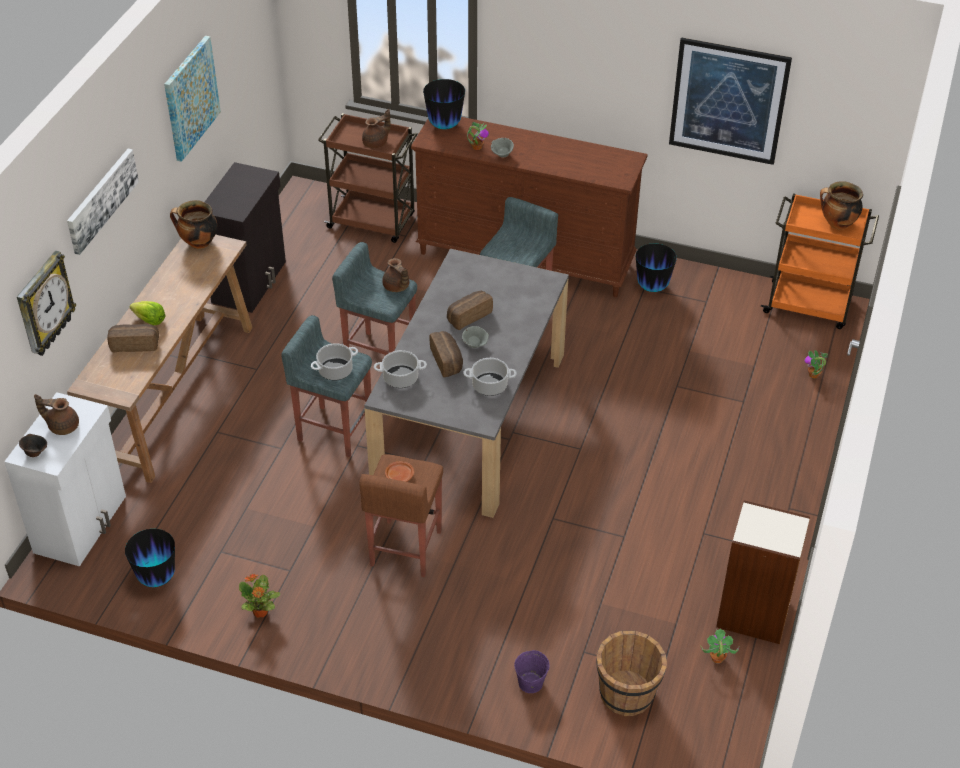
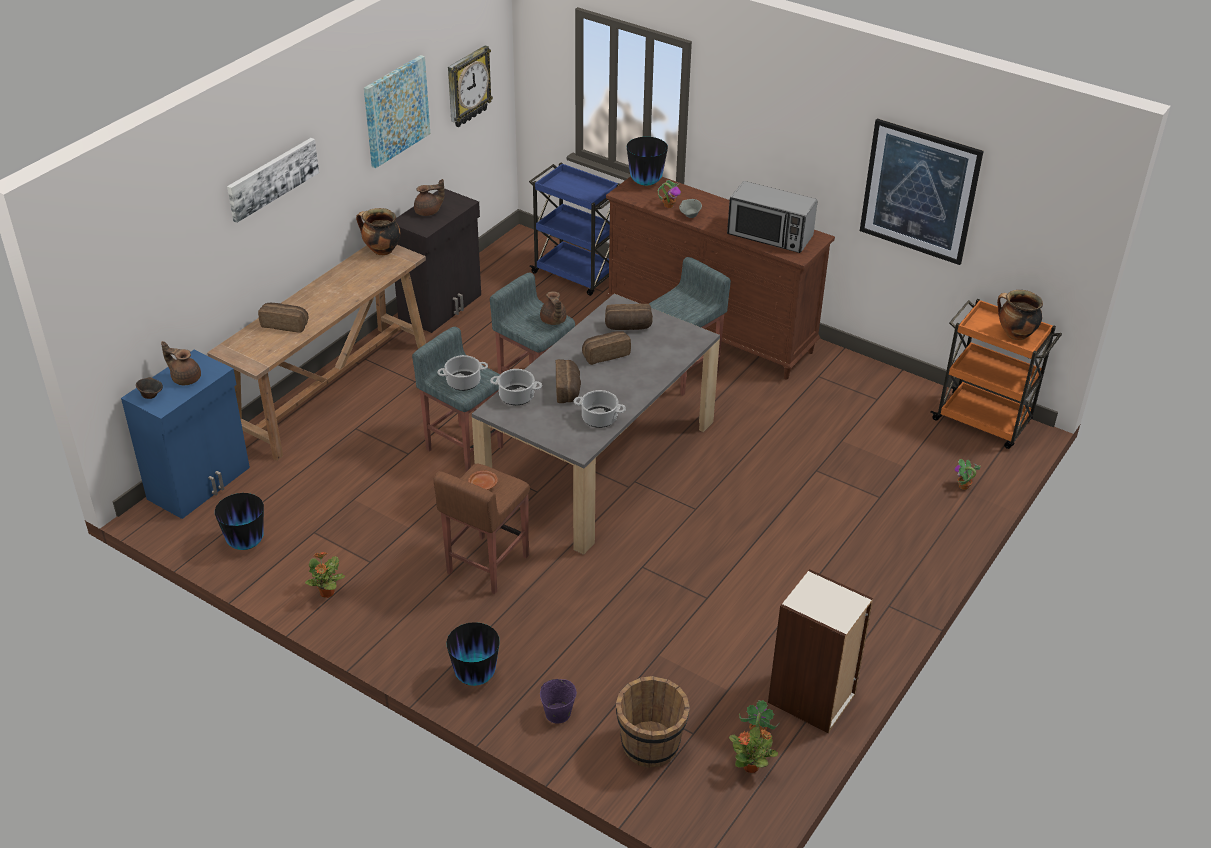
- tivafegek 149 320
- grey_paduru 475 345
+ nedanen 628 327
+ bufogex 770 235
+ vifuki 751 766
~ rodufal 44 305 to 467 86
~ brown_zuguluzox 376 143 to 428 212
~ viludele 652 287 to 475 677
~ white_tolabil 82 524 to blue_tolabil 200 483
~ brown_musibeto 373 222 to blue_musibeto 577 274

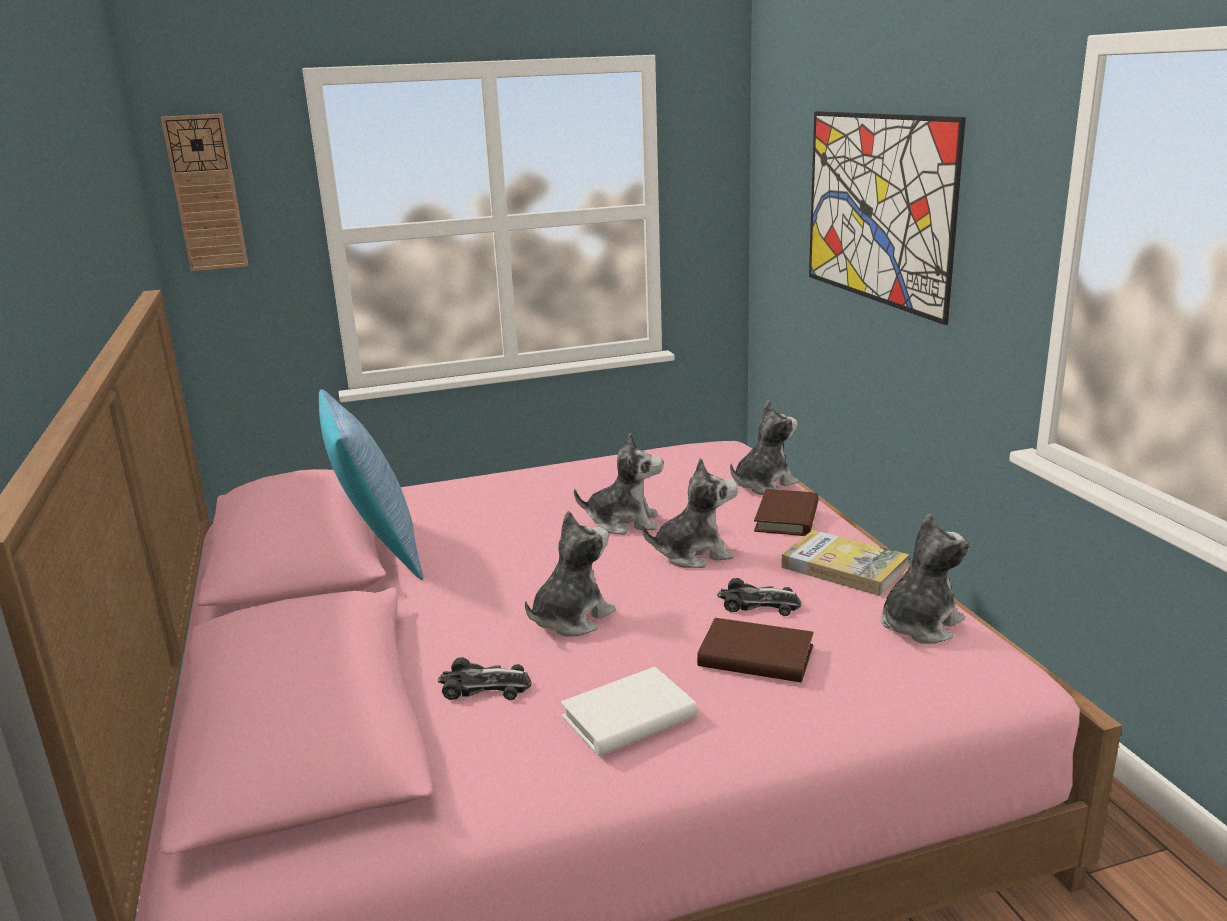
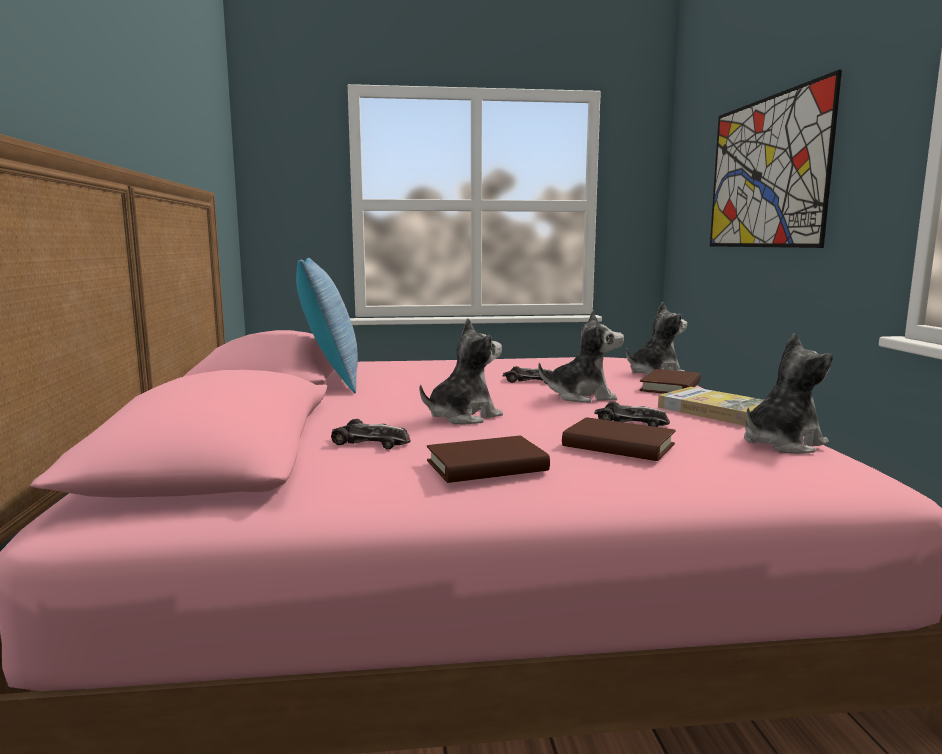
- rodufal 206 193
~ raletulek 623 522 to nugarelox 530 380
~ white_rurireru 629 717 to brown_rurireru 486 466

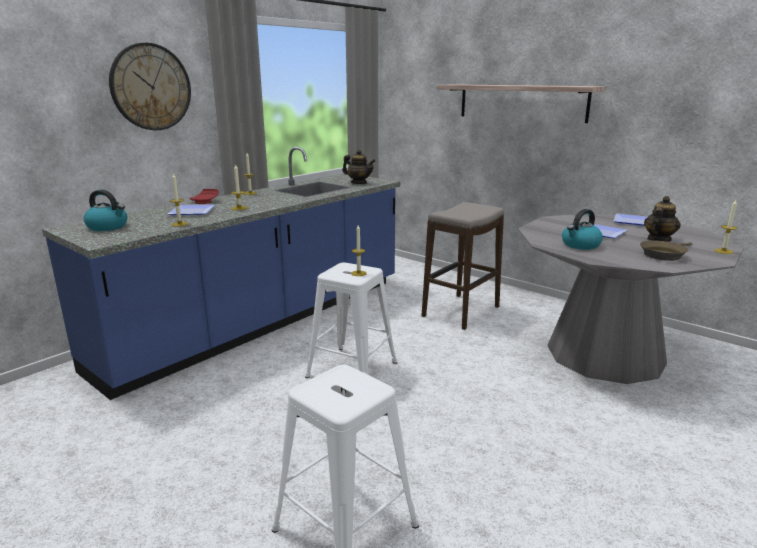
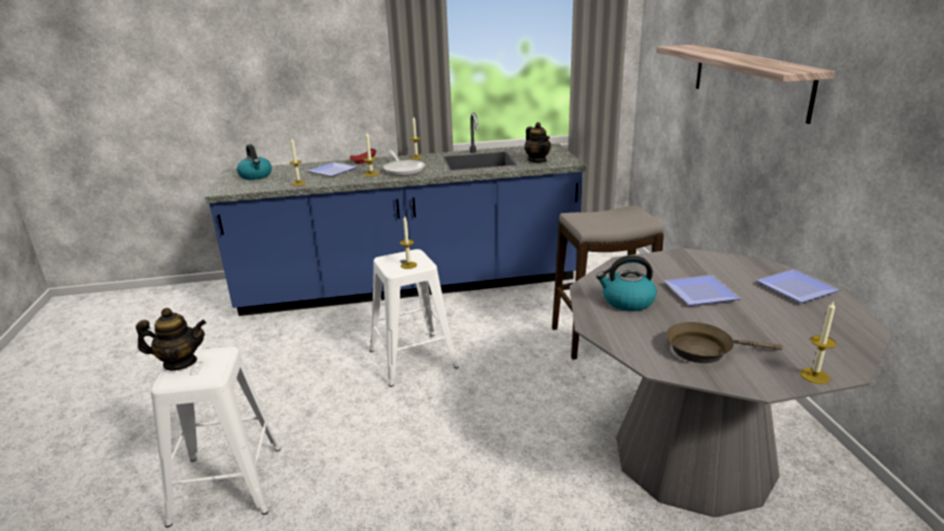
- rodufal 151 87
+ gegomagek 403 169
~ zuguluzox 658 239 to 180 363

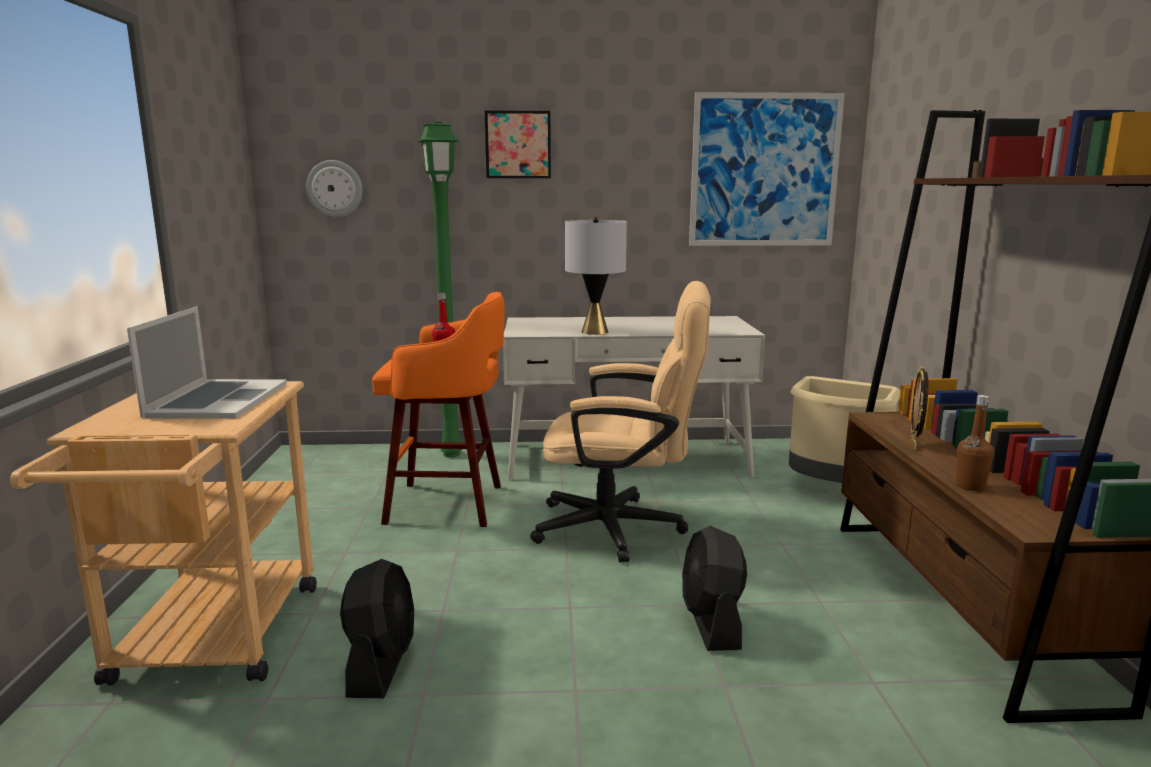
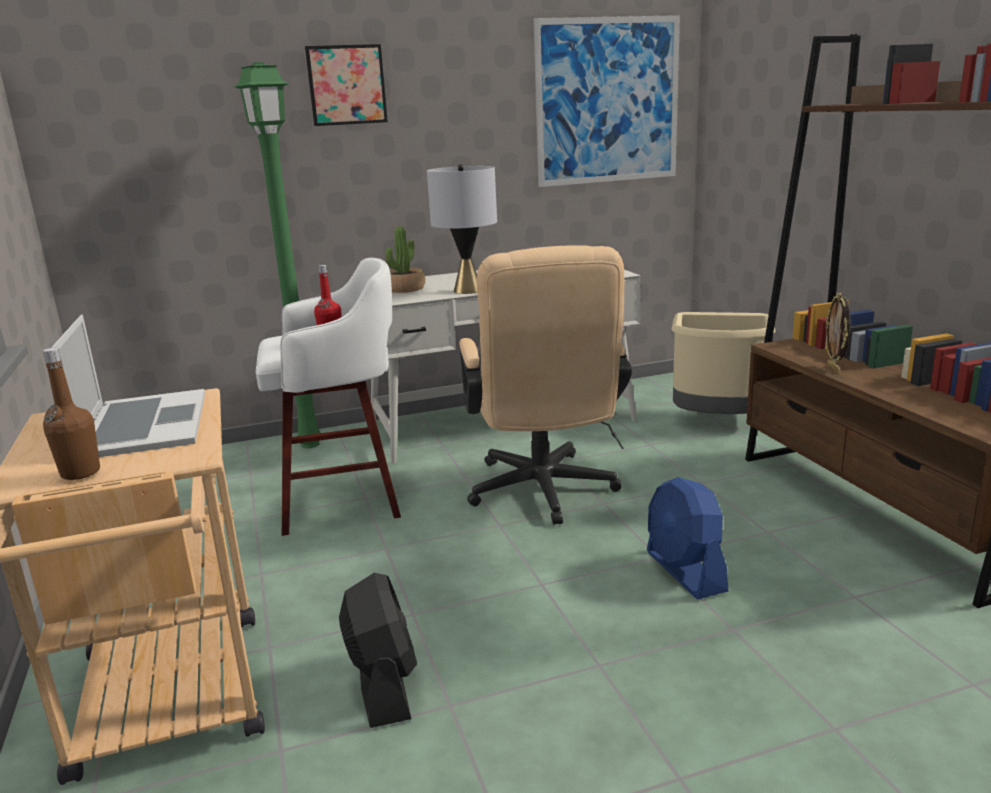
- rodufal 335 188
+ vifuki 405 289
~ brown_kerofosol 970 486 to 80 473
~ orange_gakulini 449 504 to white_gakulini 344 500
~ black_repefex 712 623 to blue_repefex 685 571
~ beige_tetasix 623 529 = 543 494 90 degrees clockwise

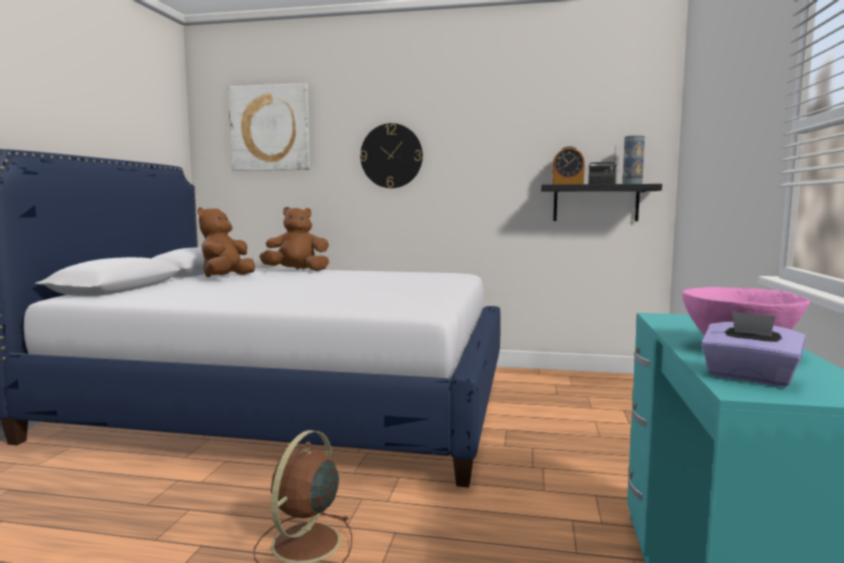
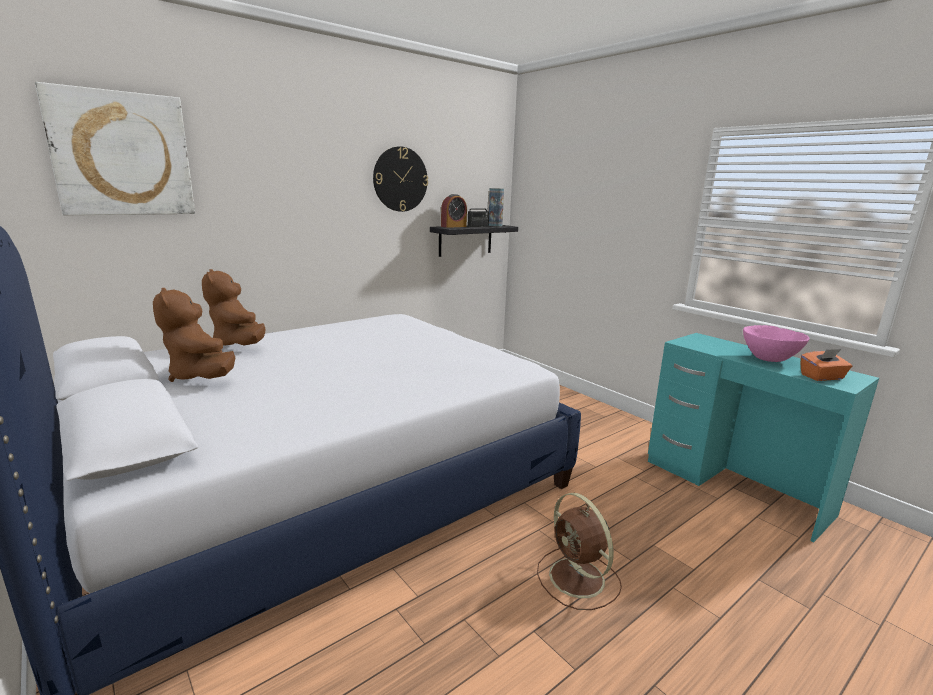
~ rodufal 391 156 to 400 179
~ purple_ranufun 749 377 to orange_ranufun 822 377
~ brown_raletulek 297 271 = 239 344 60 degrees counterclockwise

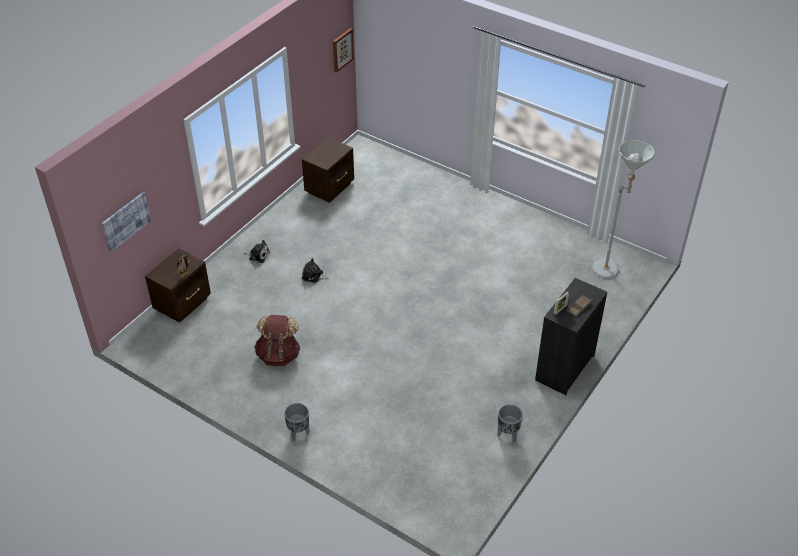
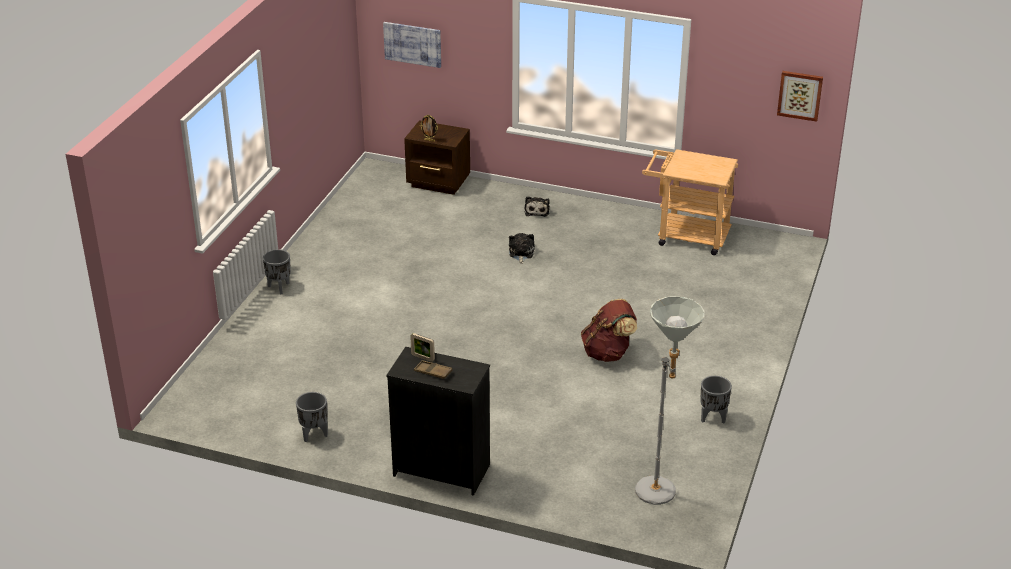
+ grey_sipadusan 713 418
~ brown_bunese 278 355 to 608 353
~ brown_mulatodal 330 188 to beige_musibeto 686 236

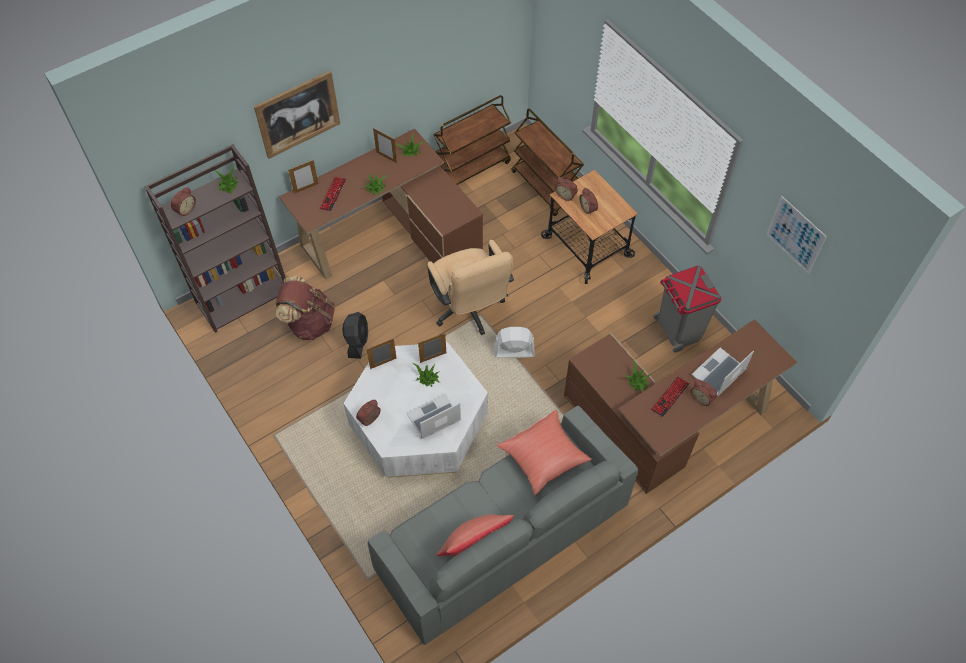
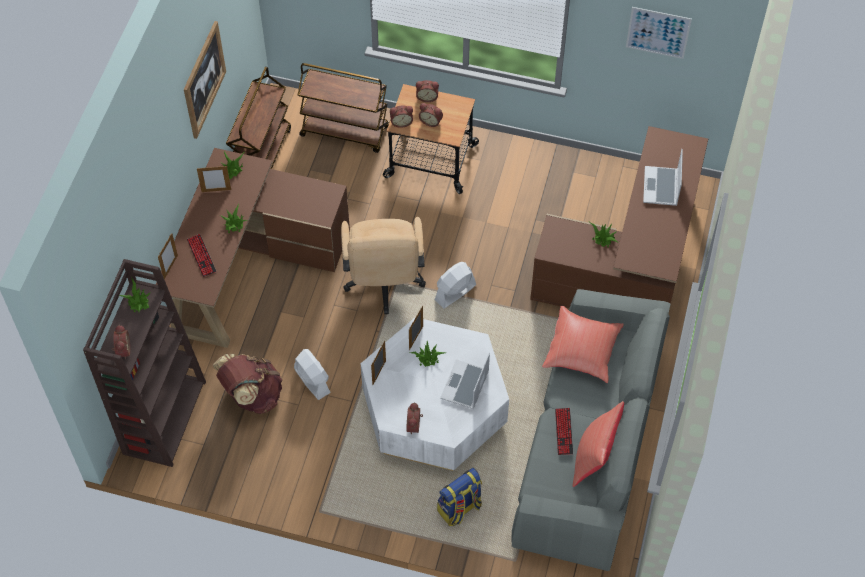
- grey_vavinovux 678 331
+ bunese 459 508
~ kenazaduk 298 114 to 204 79
~ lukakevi 670 397 to 563 431
~ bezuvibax 702 398 to 427 97
~ black_repefex 357 341 to white_repefex 312 380
~ beige_tetasix 469 310 = 384 284 60 degrees clockwise

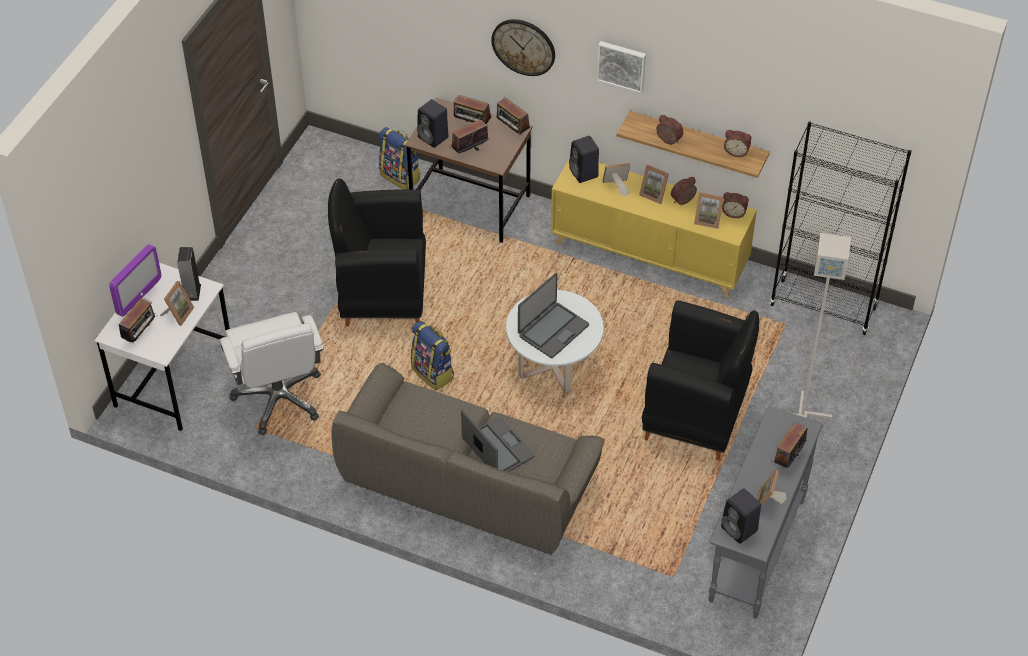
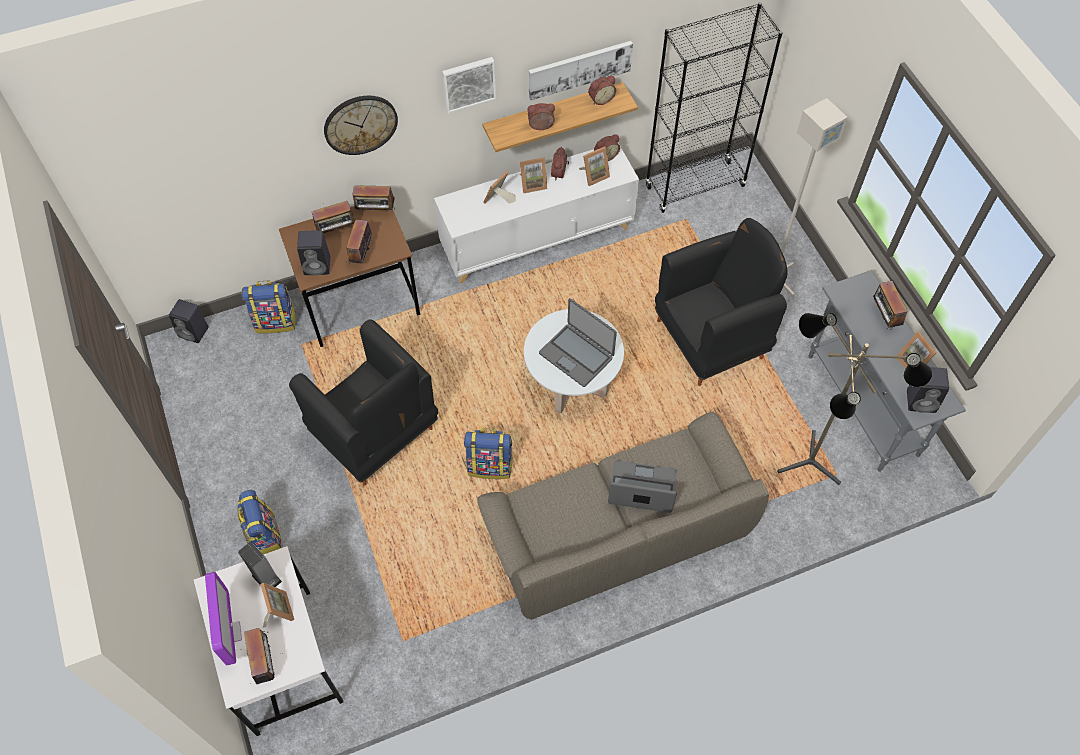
- white_tetasix 279 398
+ bunese 264 537
+ kenazaduk 579 69
+ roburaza 806 468
~ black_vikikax 584 173 to 194 332
~ yellow_tolabil 649 255 to white_tolabil 537 239
~ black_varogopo 382 295 = 375 434 90 degrees counterclockwise
~ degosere 552 330 = 576 355 135 degrees clockwise

